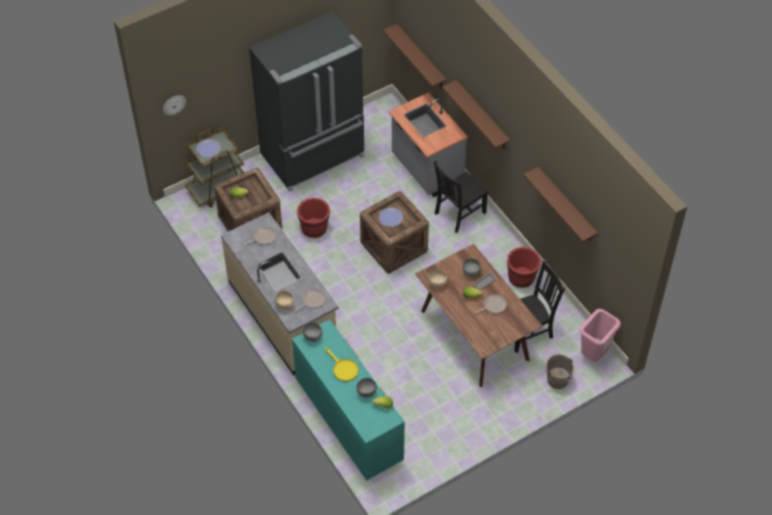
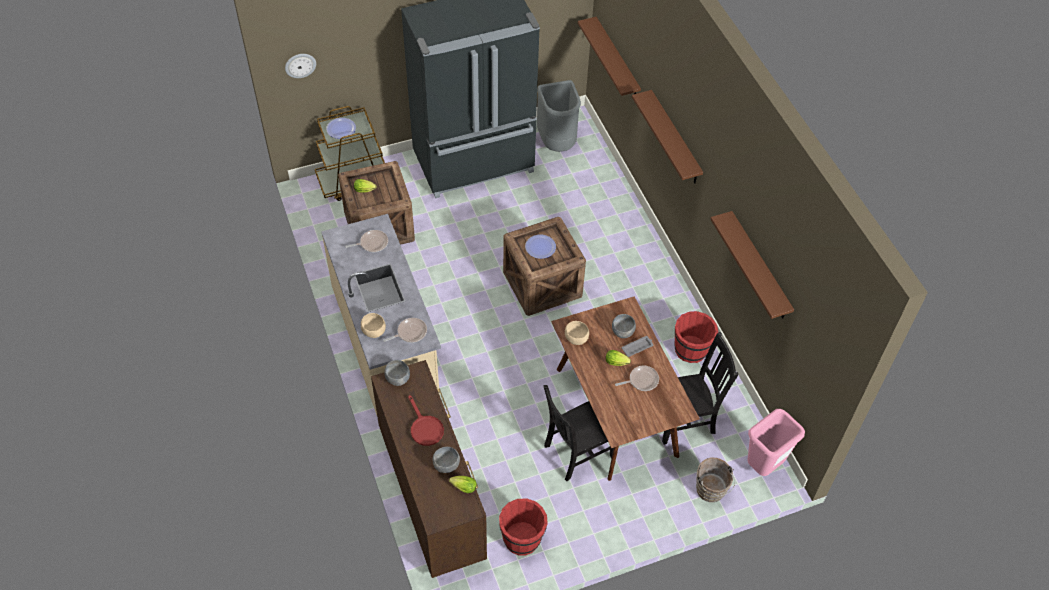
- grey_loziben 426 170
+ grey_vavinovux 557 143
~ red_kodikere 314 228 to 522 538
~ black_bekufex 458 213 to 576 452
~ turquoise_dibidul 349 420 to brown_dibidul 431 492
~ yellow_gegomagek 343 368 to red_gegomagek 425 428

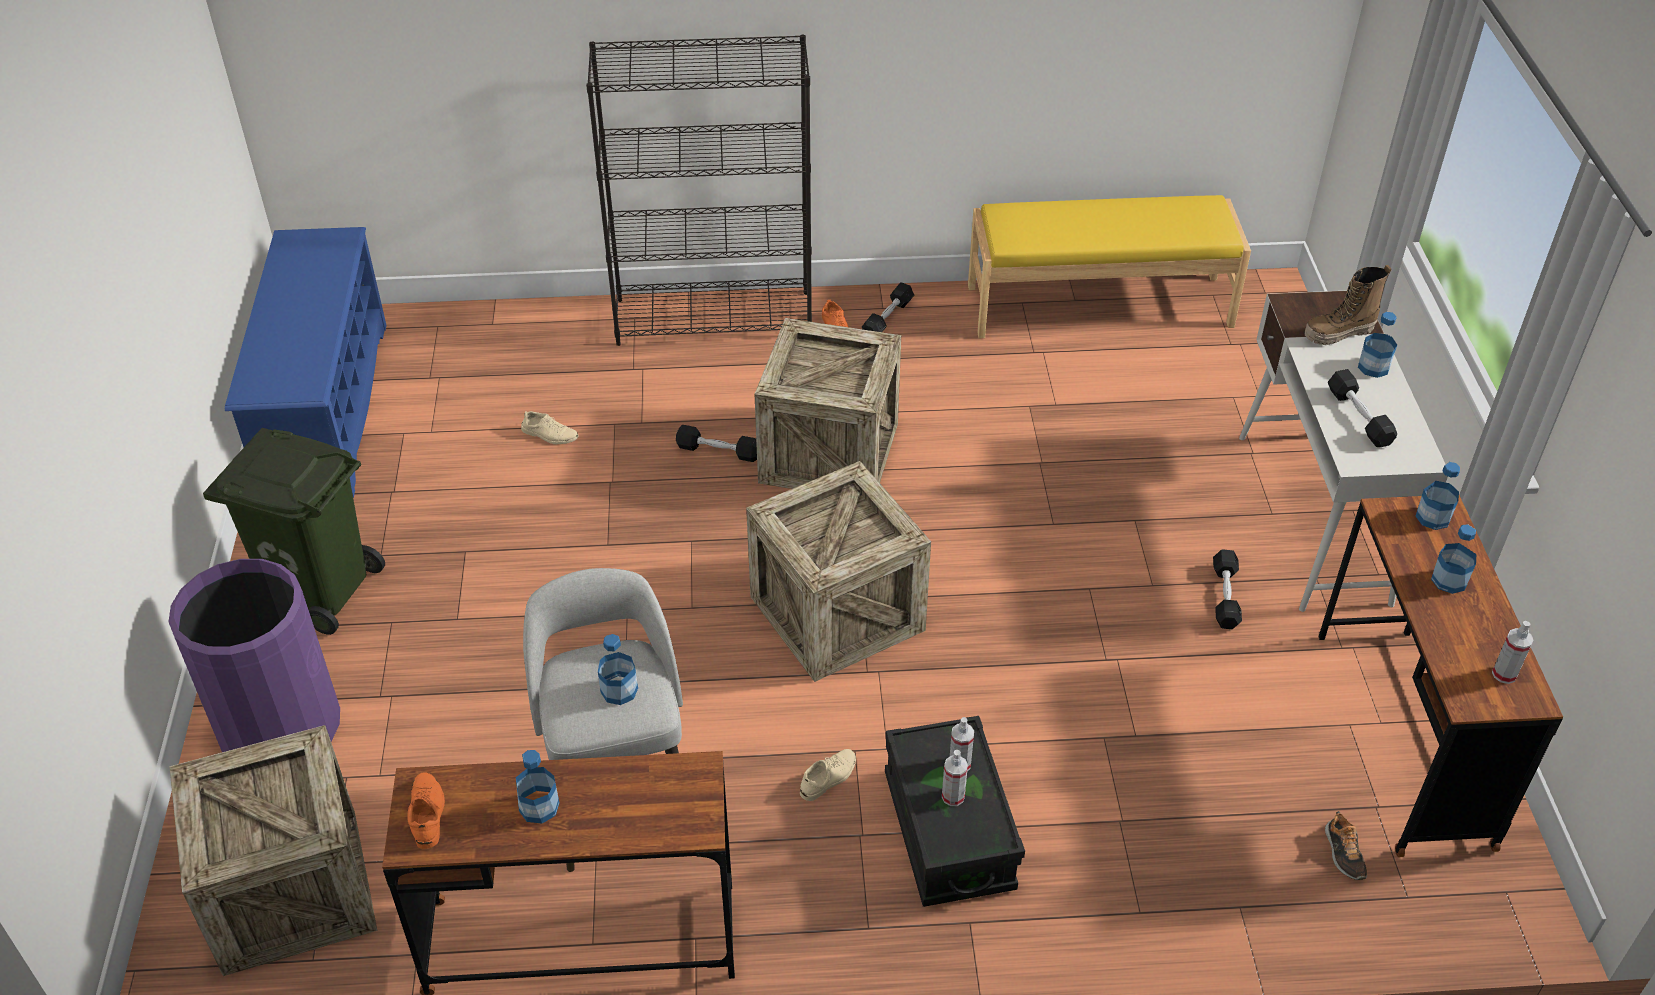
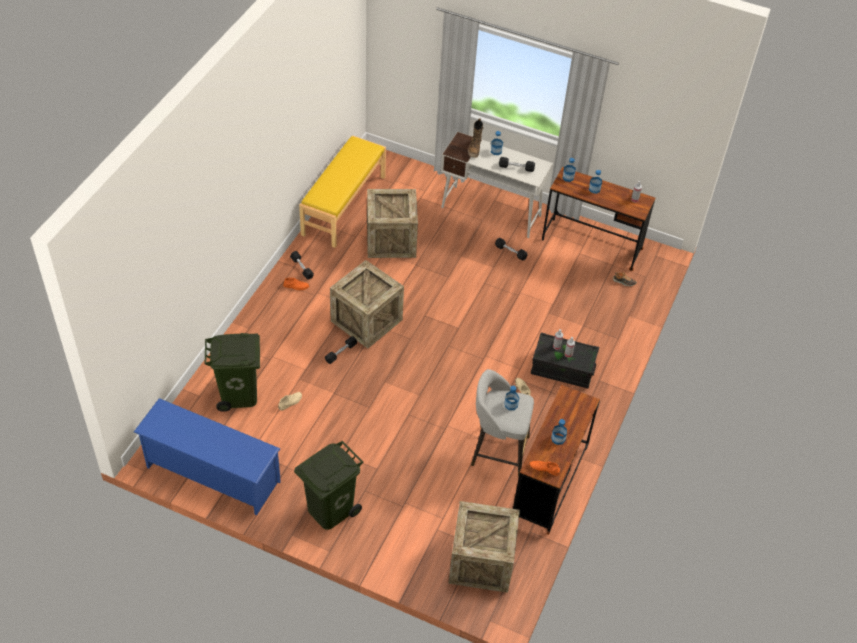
- purple_vavinovux 280 728
- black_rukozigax 715 317
+ green_vavinovux 239 395
~ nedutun 837 613 to 391 240

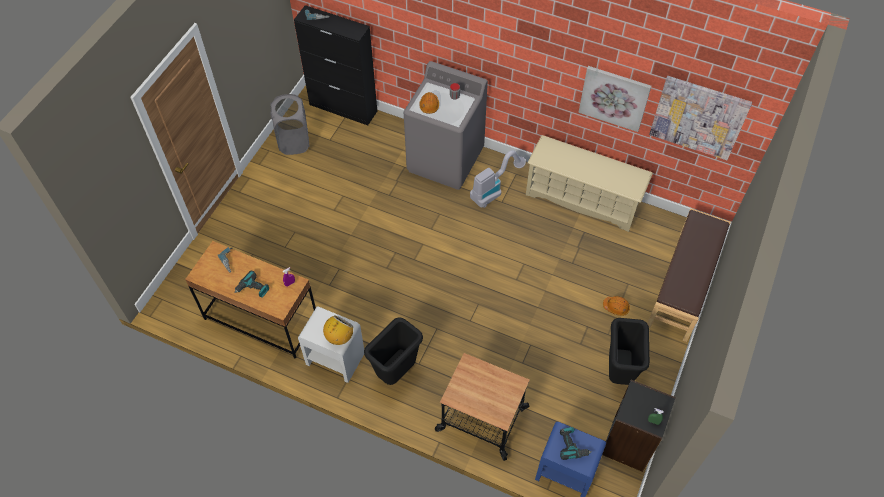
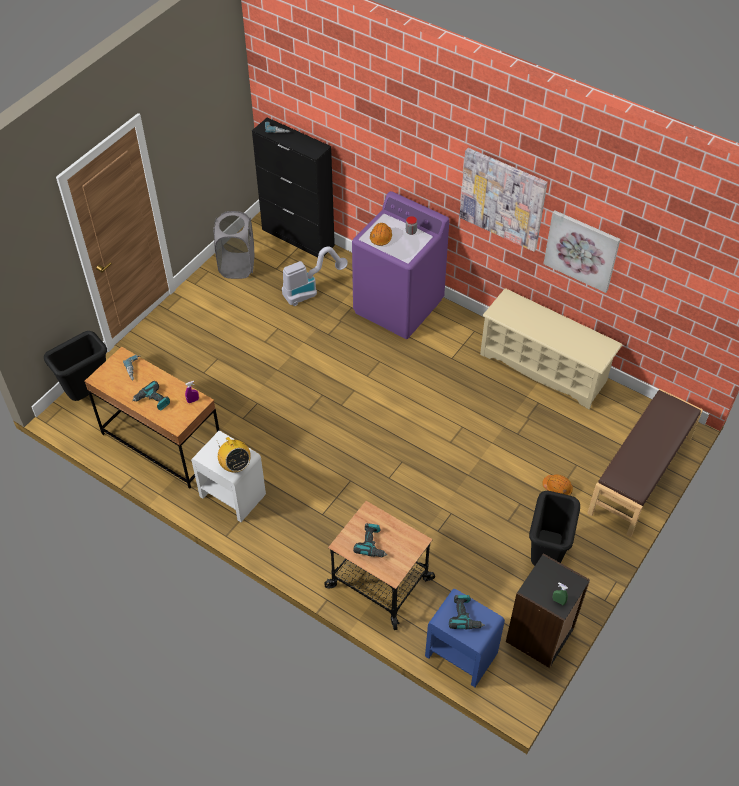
+ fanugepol 372 544
~ black_vavinovux 396 372 to 88 394
~ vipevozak 494 190 to 310 290
~ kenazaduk 698 117 to 502 198
~ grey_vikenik 445 160 to purple_vikenik 398 306
~ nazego 339 337 = 235 465 105 degrees clockwise

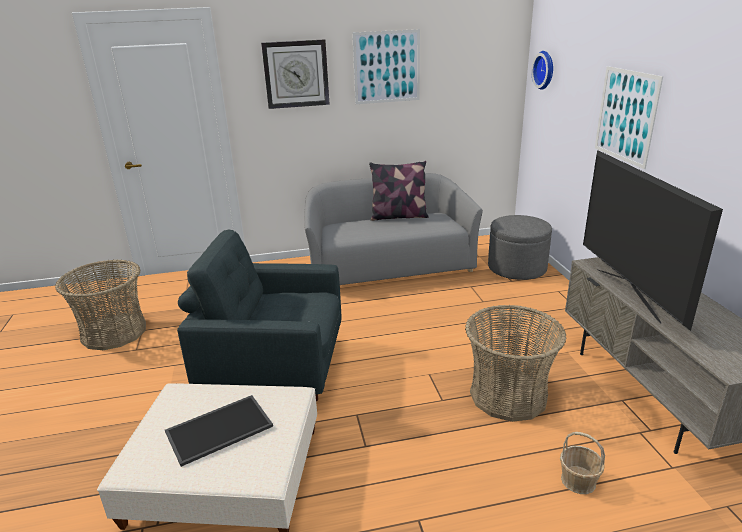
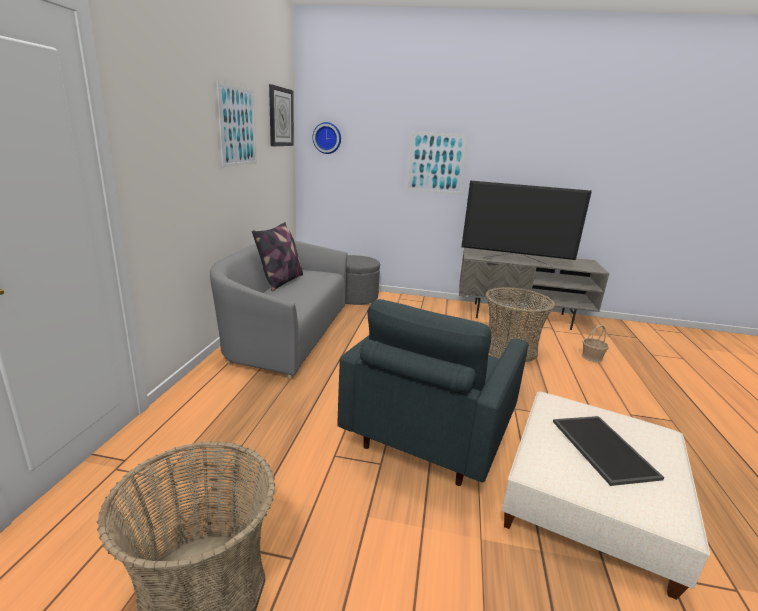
~ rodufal 296 74 to 280 117

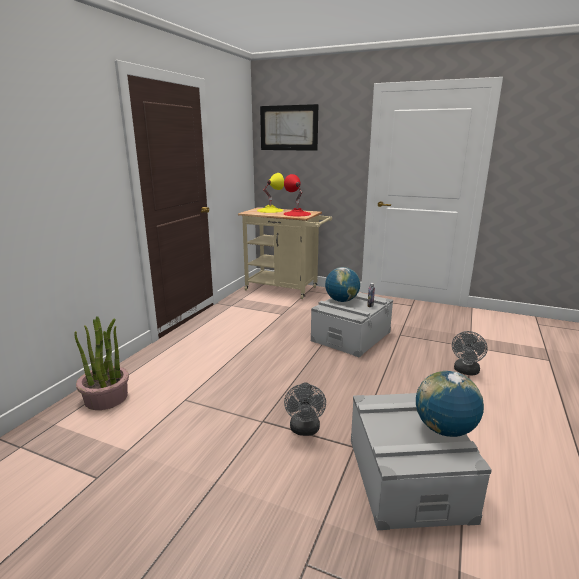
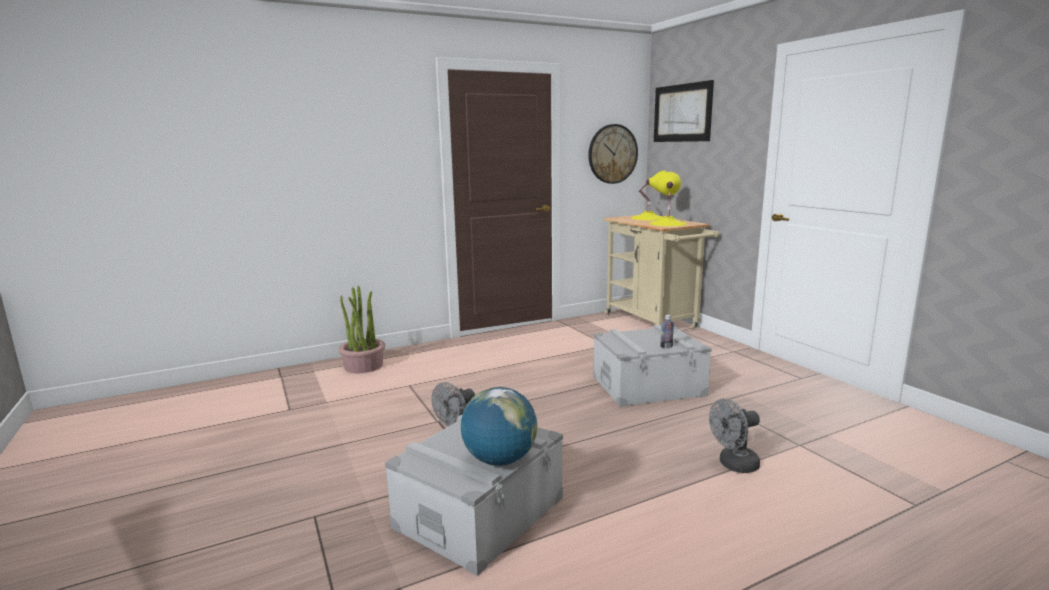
- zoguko 341 300
+ rodufal 612 154
~ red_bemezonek 297 214 to yellow_bemezonek 667 223

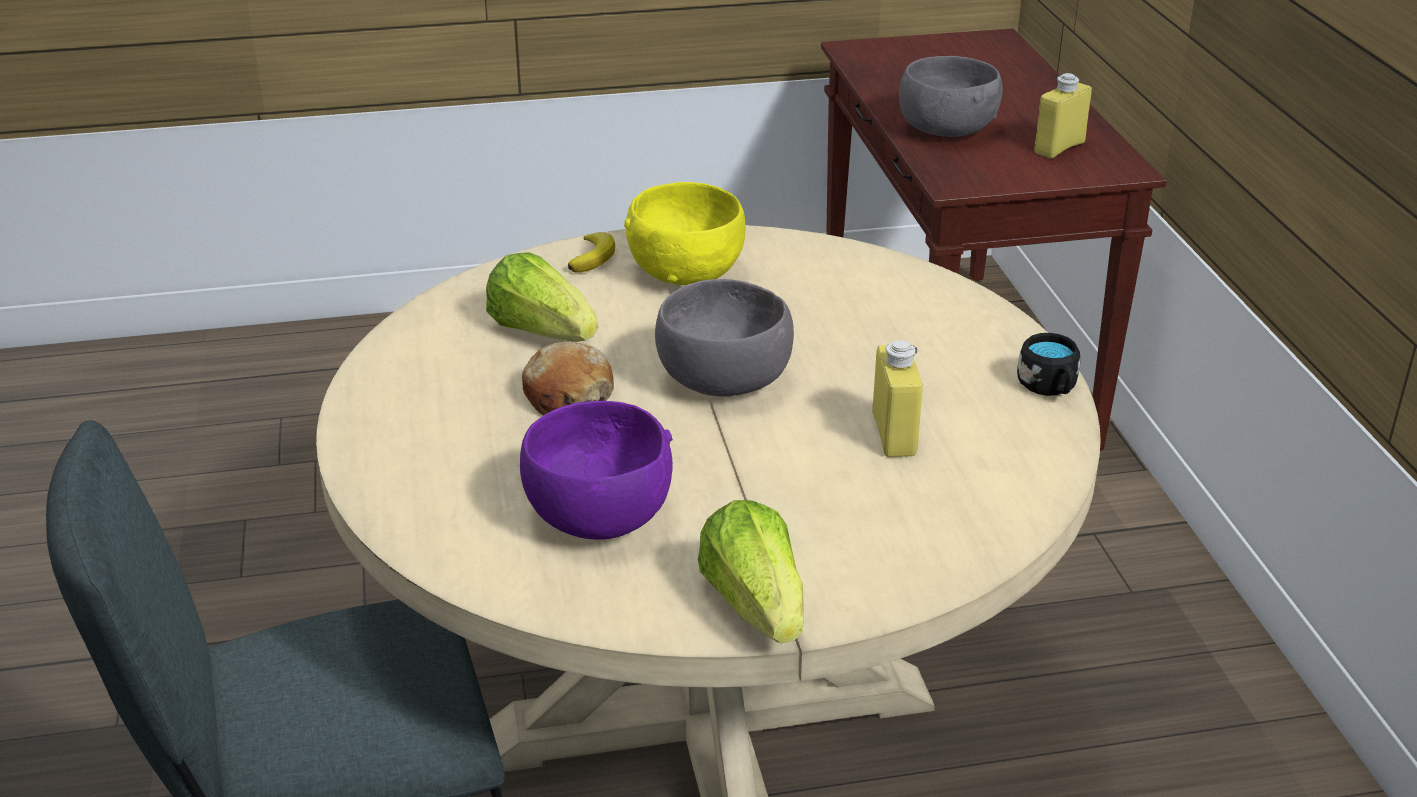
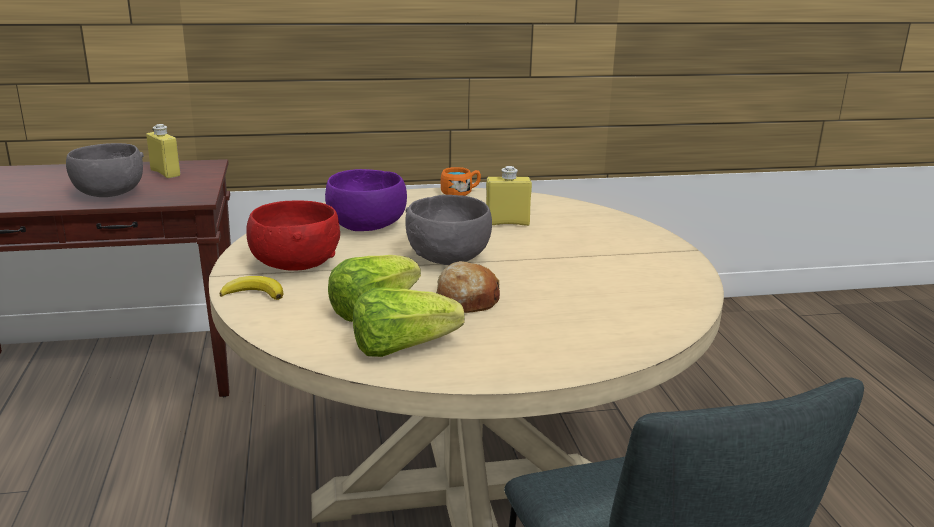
~ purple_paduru 599 517 to 367 226
~ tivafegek 756 605 to 402 347
~ yellow_paduru 685 272 to red_paduru 295 264
~ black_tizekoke 1050 388 to orange_tizekoke 460 193

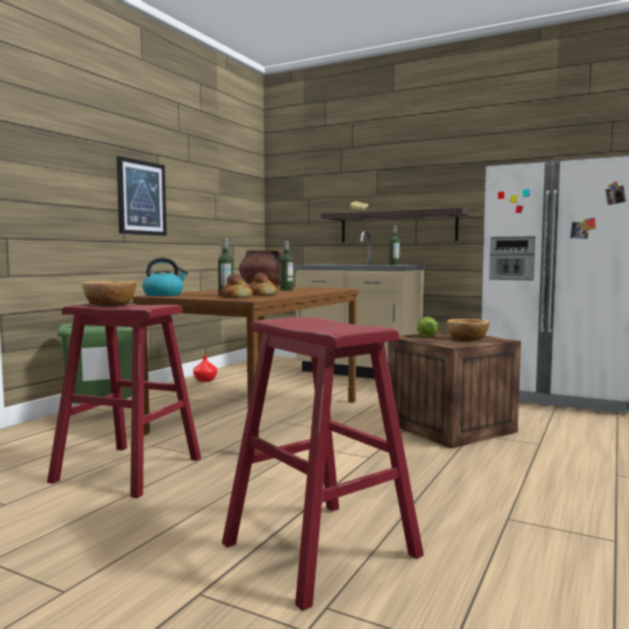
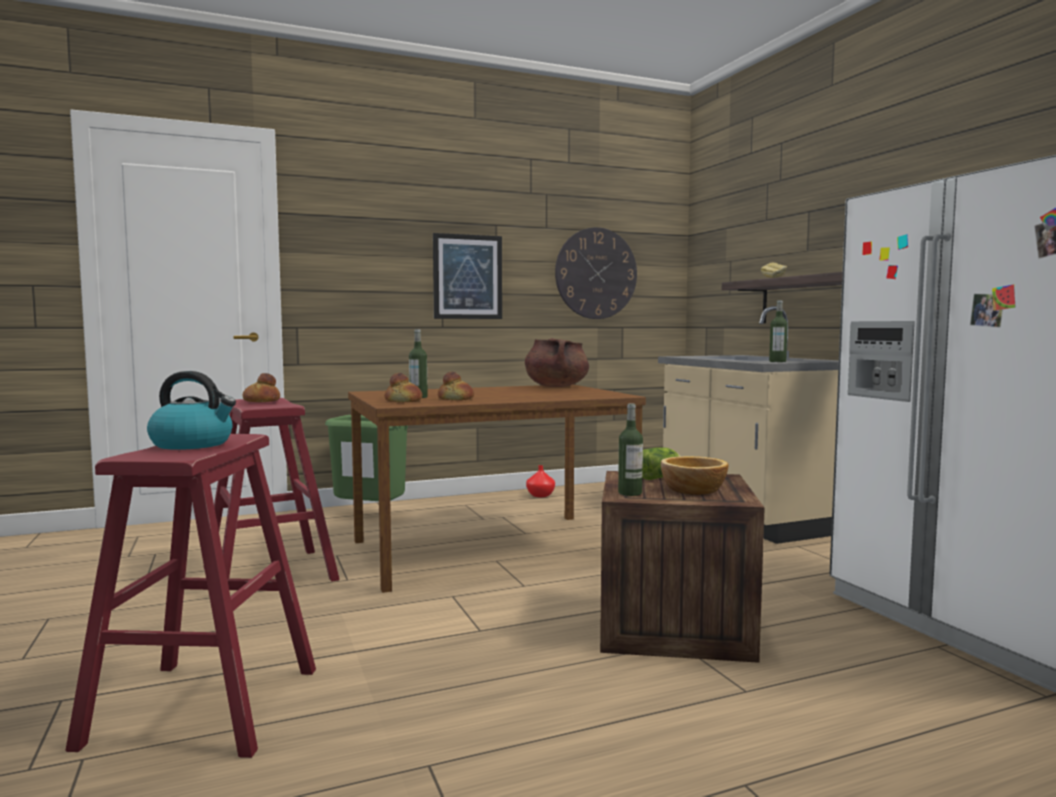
+ rodufal 596 273
~ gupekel 164 295 to 193 444
~ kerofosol 286 290 to 630 493
~ paduru 111 304 to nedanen 261 401

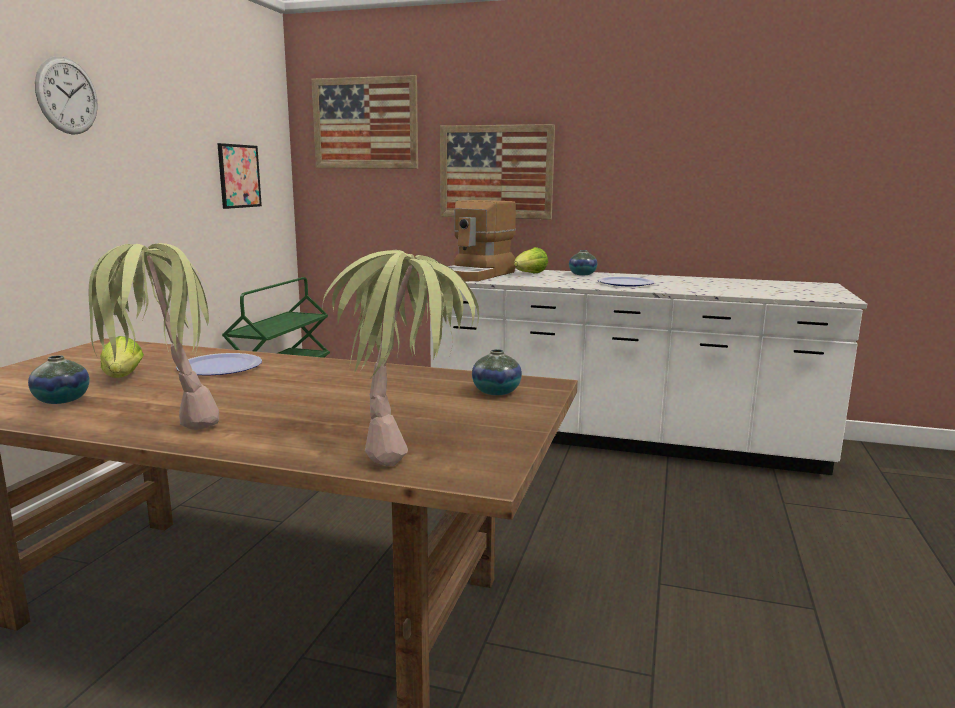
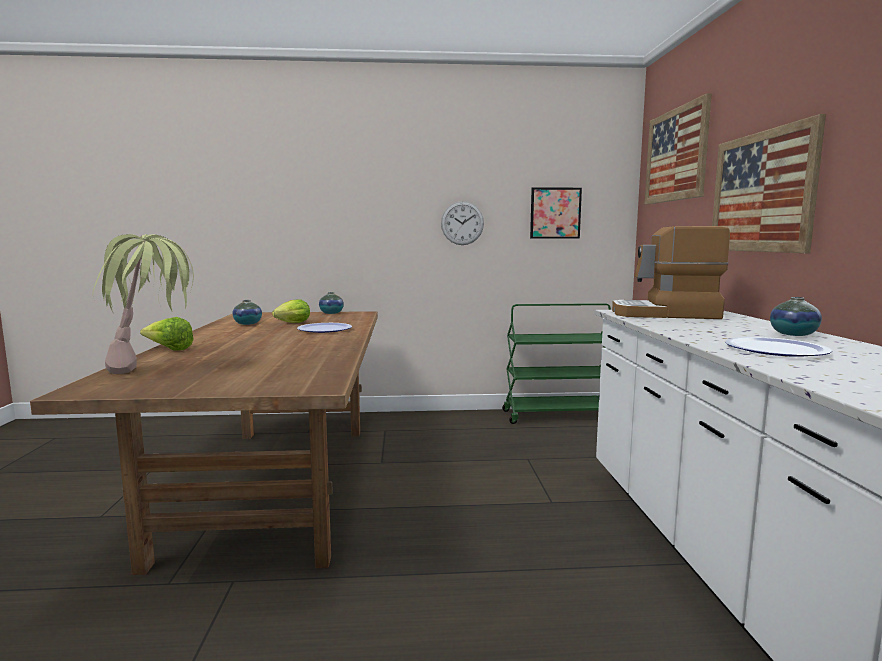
- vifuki 165 423
~ rodufal 67 96 to 462 223
~ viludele 496 392 to 331 313
~ tivafegek 529 274 to 169 349

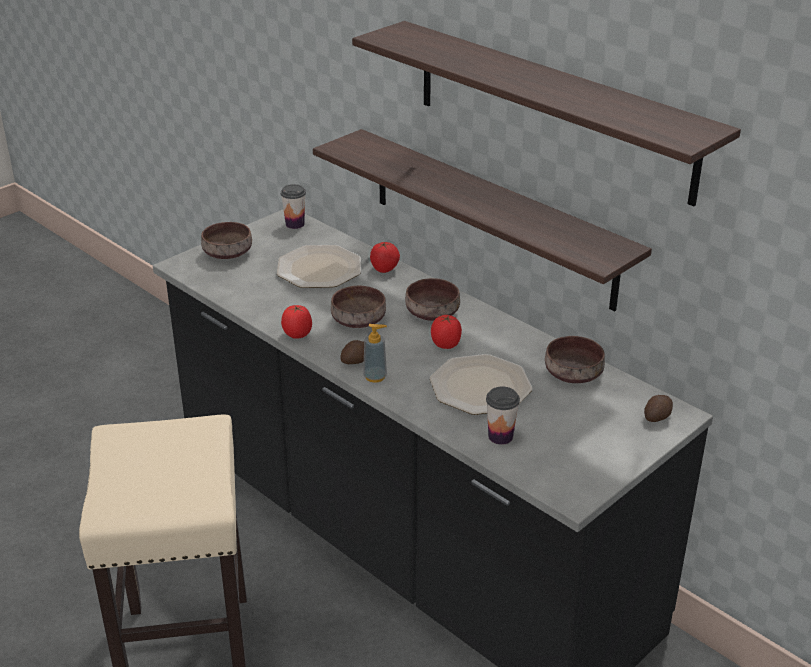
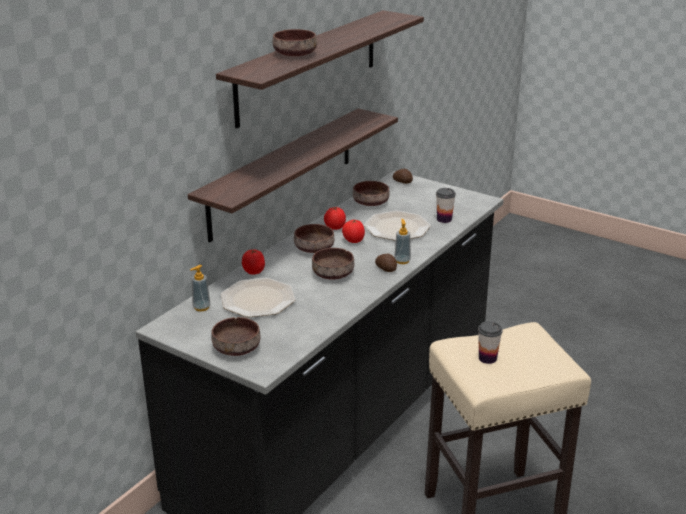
+ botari 201 307
+ brown_paduru 296 55
~ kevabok 295 224 to 487 358
~ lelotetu 297 334 to 334 228

